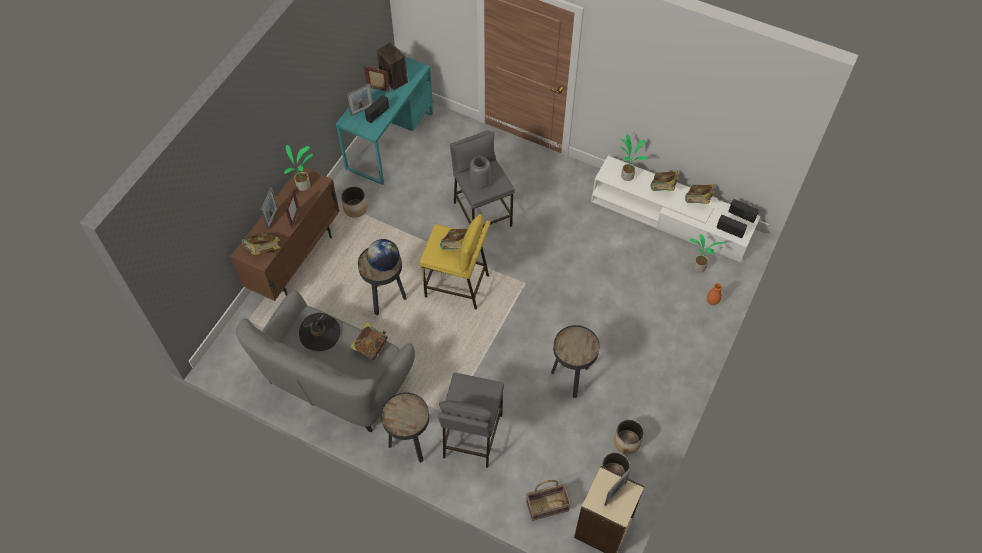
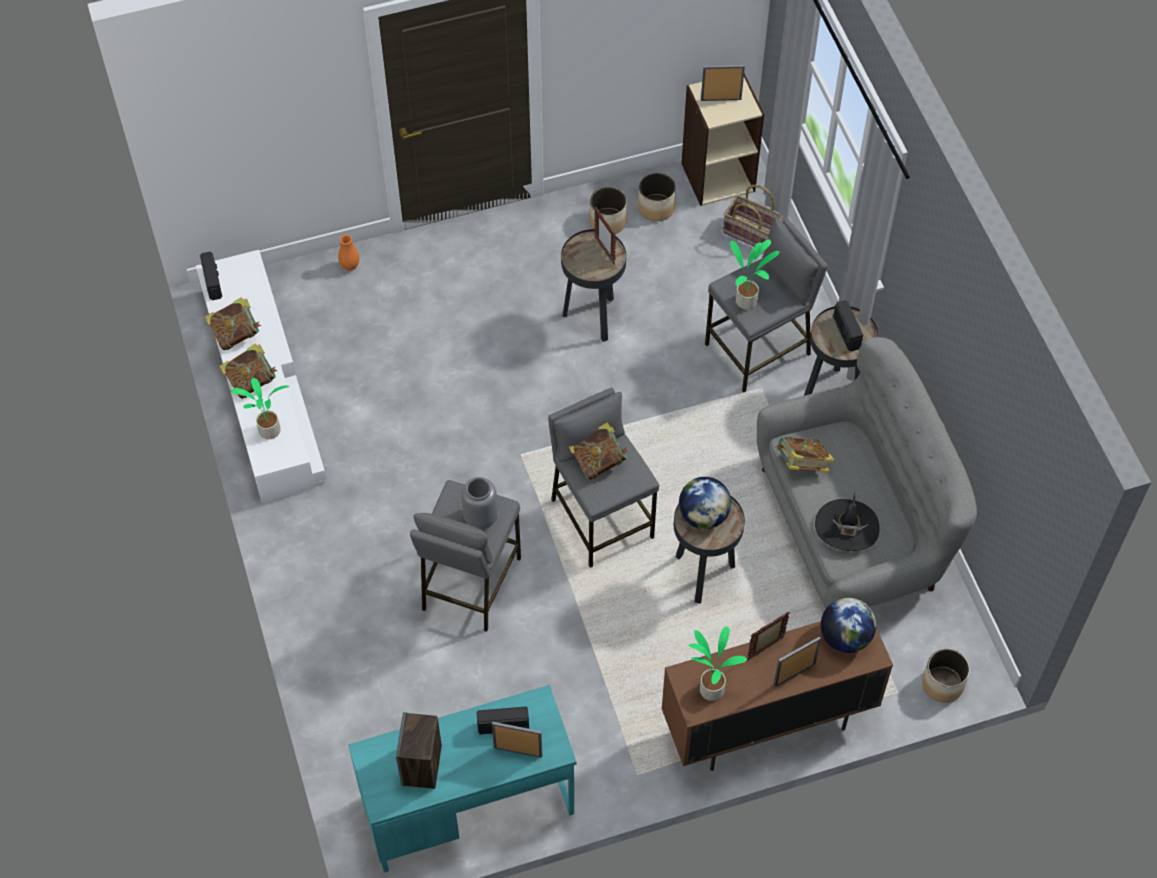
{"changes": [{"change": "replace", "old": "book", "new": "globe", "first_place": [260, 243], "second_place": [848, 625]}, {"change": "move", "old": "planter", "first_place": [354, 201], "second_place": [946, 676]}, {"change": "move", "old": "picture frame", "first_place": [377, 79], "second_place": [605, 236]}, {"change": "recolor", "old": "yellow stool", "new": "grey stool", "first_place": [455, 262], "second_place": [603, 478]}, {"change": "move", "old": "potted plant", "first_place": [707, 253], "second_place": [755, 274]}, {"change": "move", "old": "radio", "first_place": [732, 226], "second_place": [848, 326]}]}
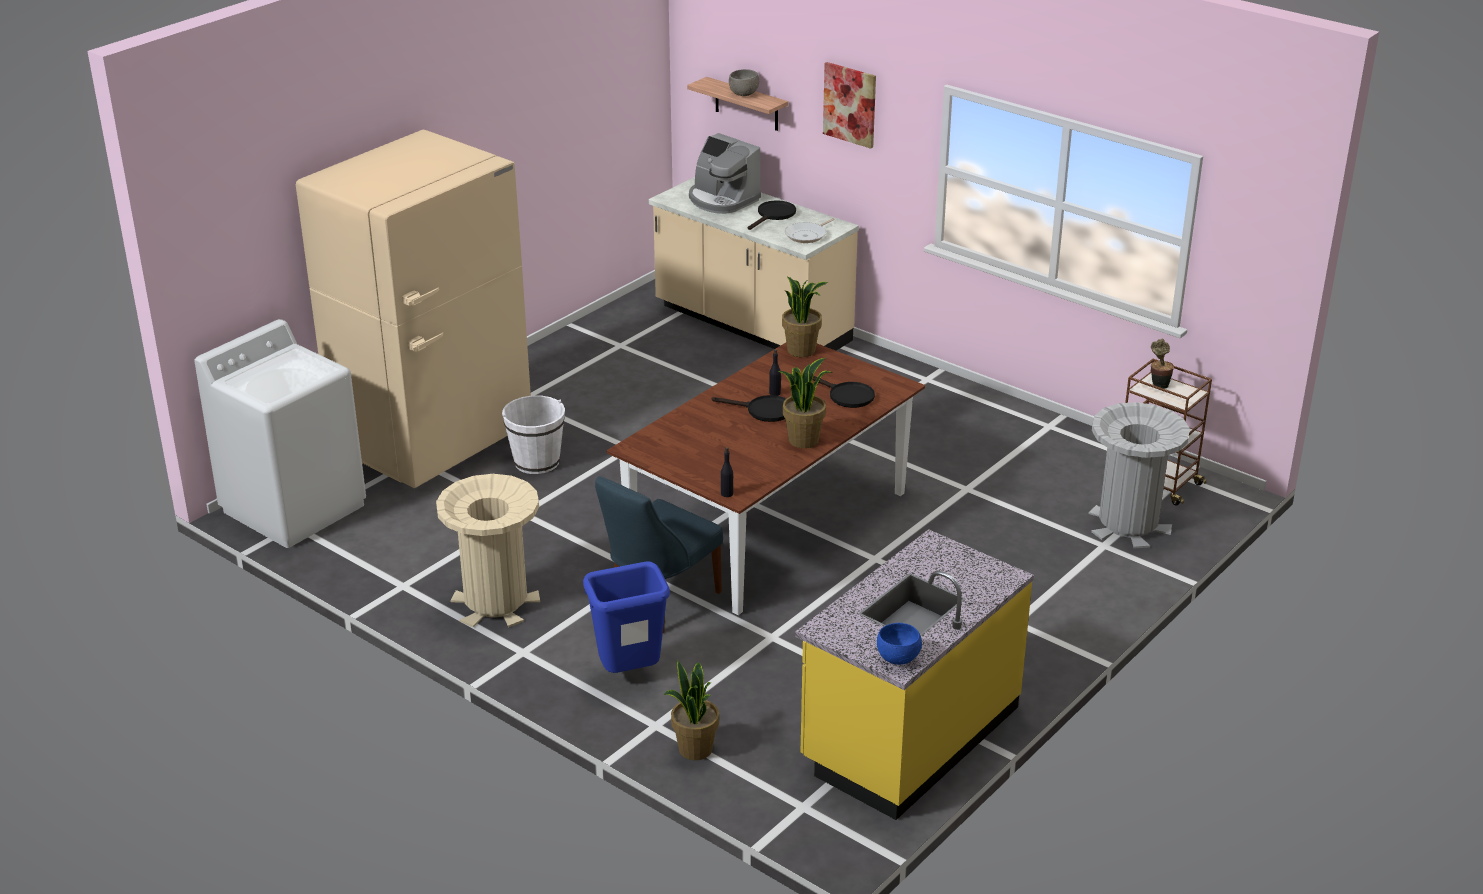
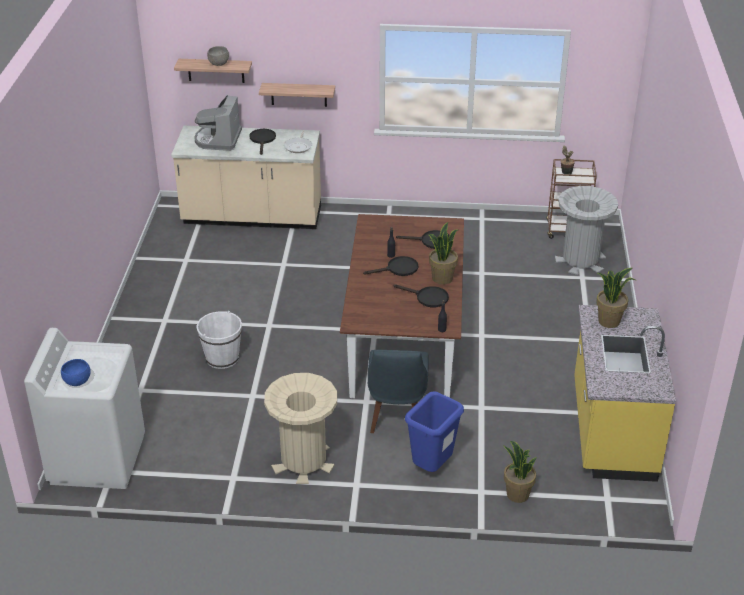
{"changes": [{"change": "delete", "old": "beige fridge", "first_place": [413, 309]}, {"change": "rotate", "old": "coffee machine", "first_place": [725, 173], "second_place": [218, 123], "degrees": 90}, {"change": "move", "old": "potted plant", "first_place": [805, 316], "second_place": [615, 298]}, {"change": "delete", "old": "picture", "first_place": [849, 105]}, {"change": "move", "old": "blue bowl", "first_place": [899, 644], "second_place": [76, 372]}, {"change": "insert", "new": "shelf", "second_place": [297, 95]}, {"change": "insert", "new": "black frying pan", "second_place": [421, 295]}]}
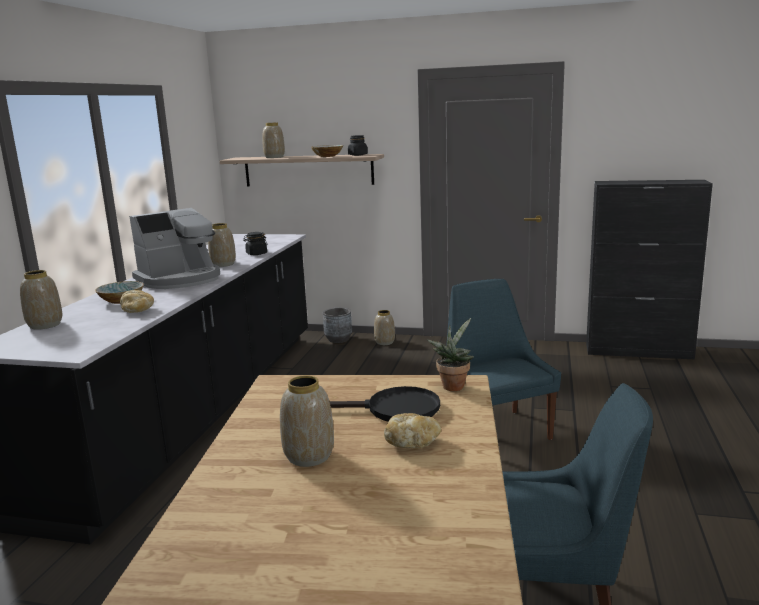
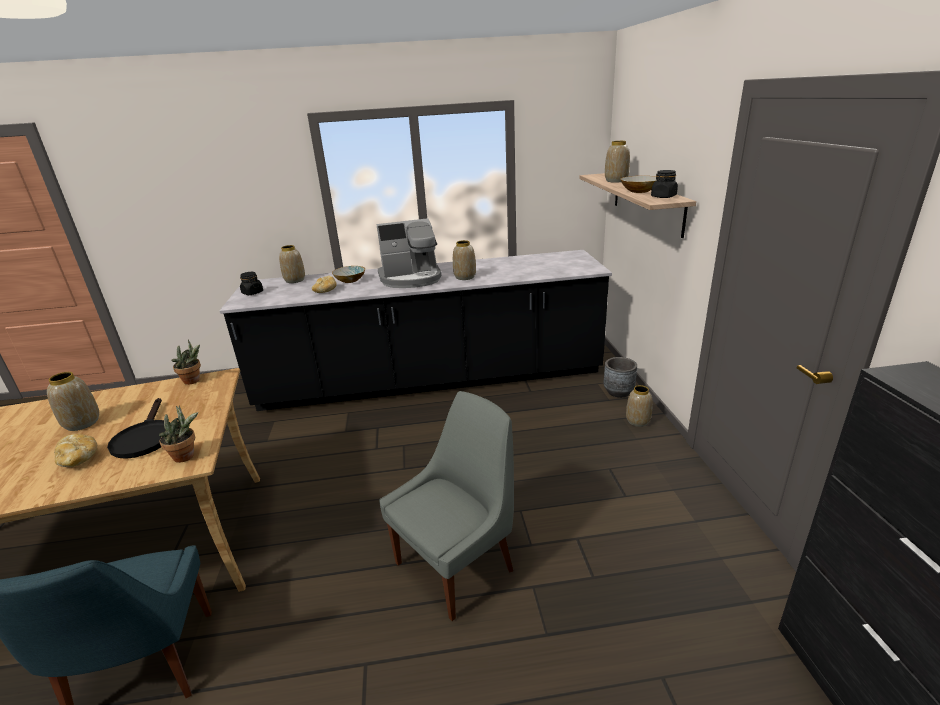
{"changes": [{"change": "rotate", "old": "coffee machine", "first_place": [174, 248], "second_place": [408, 253], "degrees": -45}, {"change": "move", "old": "black jar", "first_place": [255, 243], "second_place": [251, 283]}, {"change": "recolor", "old": "blue chair", "new": "grey chair", "first_place": [503, 359], "second_place": [446, 506]}, {"change": "insert", "new": "potted plant", "second_place": [186, 362]}]}
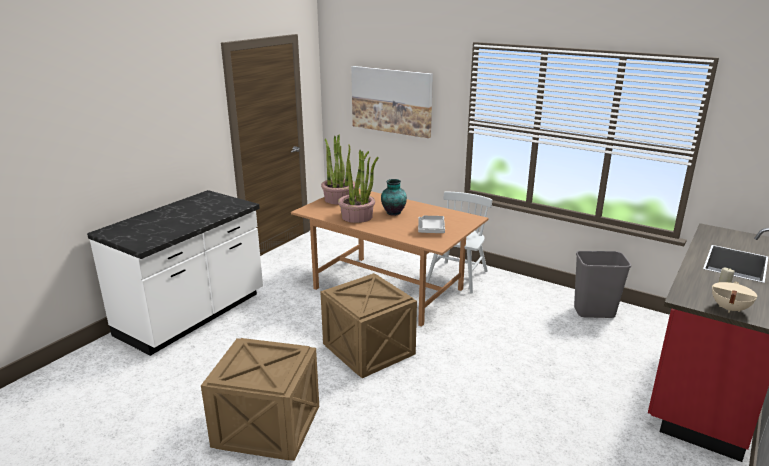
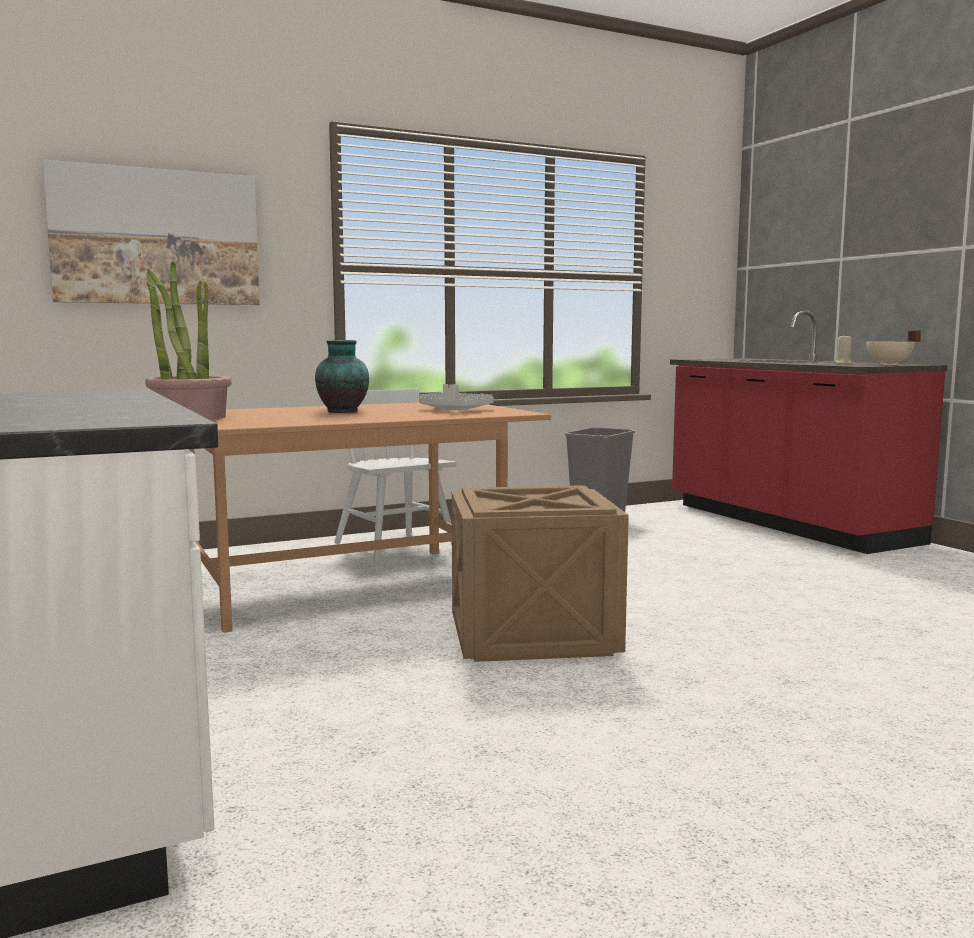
{"changes": [{"change": "delete", "old": "crate", "first_place": [260, 399]}, {"change": "delete", "old": "potted plant", "first_place": [358, 186]}]}
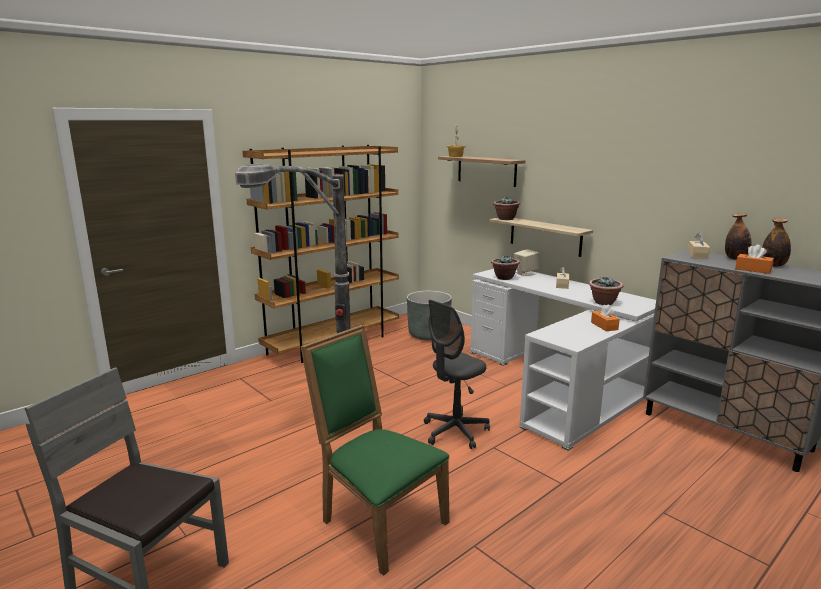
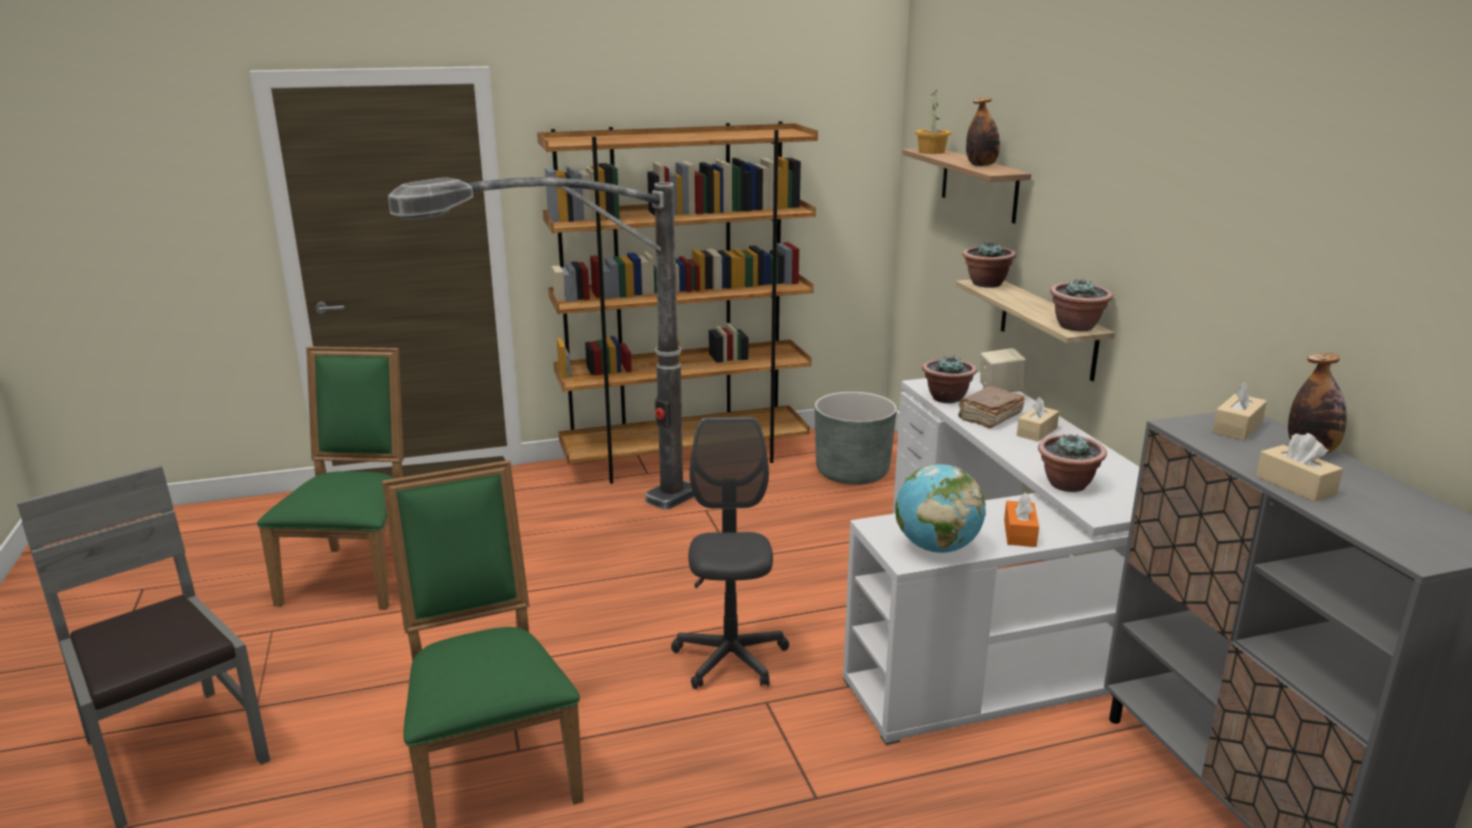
{"changes": [{"change": "rotate", "old": "grey office chair", "first_place": [457, 374], "second_place": [730, 553], "degrees": 105}, {"change": "recolor", "old": "orange tissue box", "new": "beige tissue box", "first_place": [754, 259], "second_place": [1299, 467]}, {"change": "move", "old": "bottle", "first_place": [776, 242], "second_place": [983, 132]}, {"change": "insert", "new": "green chair", "second_place": [330, 478]}, {"change": "insert", "new": "globe", "second_place": [940, 508]}, {"change": "insert", "new": "brown book", "second_place": [991, 407]}, {"change": "insert", "new": "potted plant", "second_place": [1081, 304]}]}
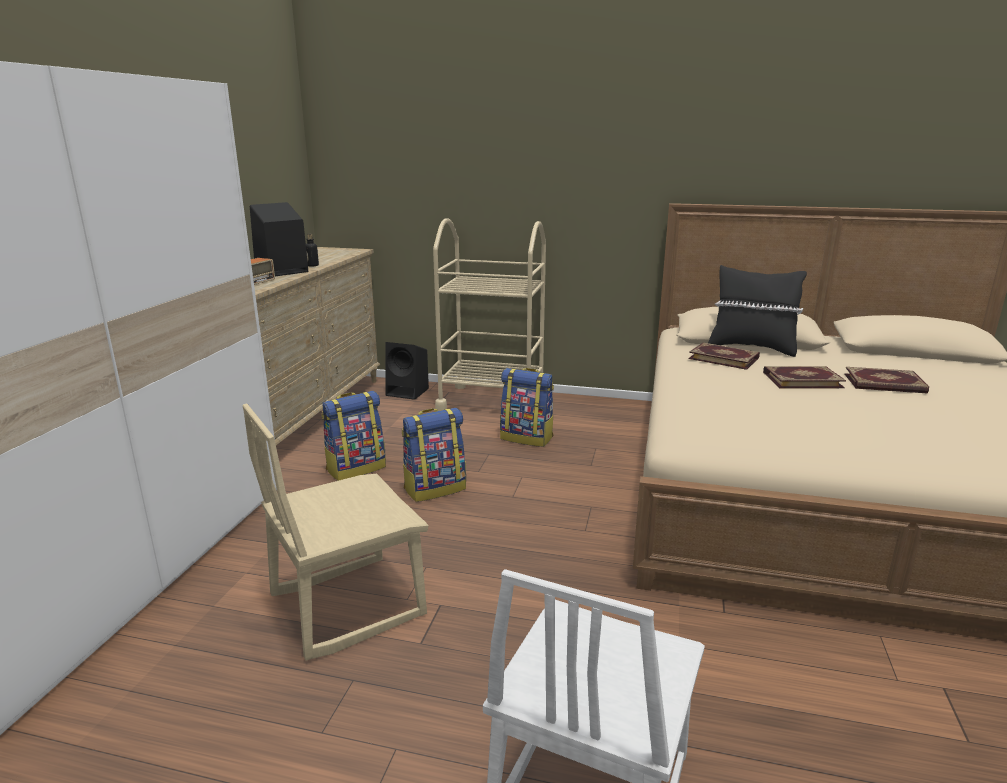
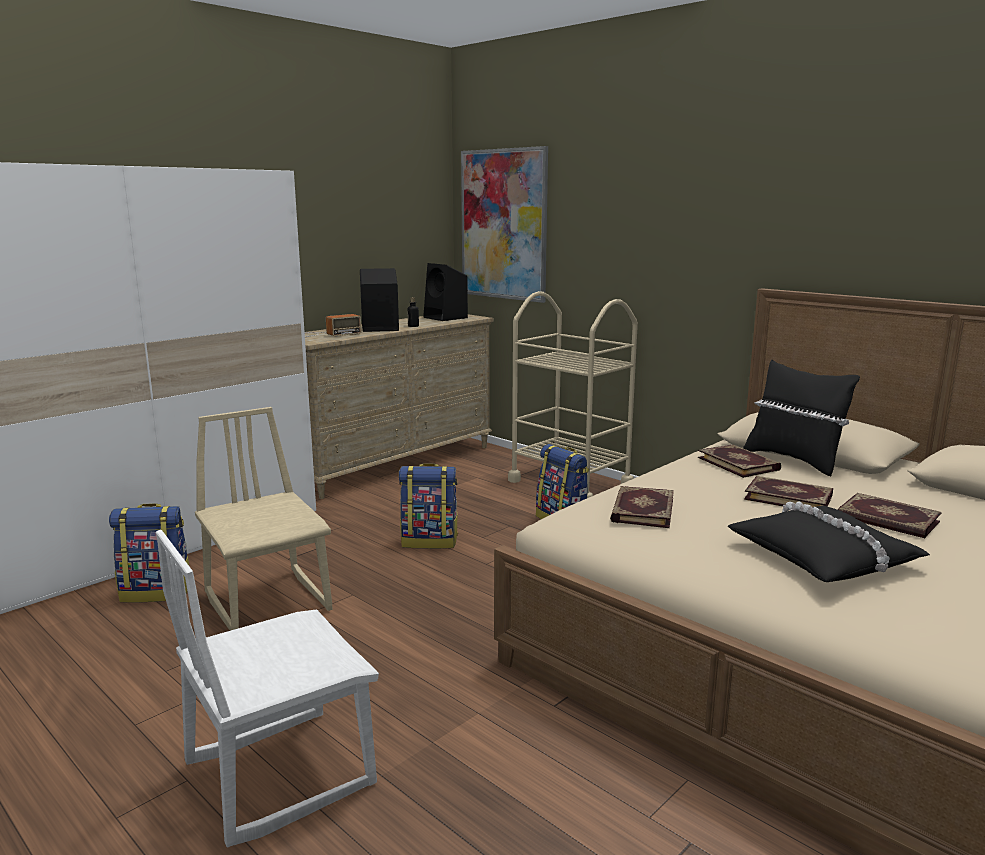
{"changes": [{"change": "rotate", "old": "beige chair", "first_place": [335, 532], "second_place": [263, 519], "degrees": 60}, {"change": "move", "old": "backpack", "first_place": [354, 436], "second_place": [149, 553]}, {"change": "move", "old": "black speaker", "first_place": [407, 371], "second_place": [445, 292]}, {"change": "insert", "new": "picture", "second_place": [504, 224]}, {"change": "insert", "new": "book", "second_place": [642, 507]}, {"change": "insert", "new": "black pillow", "second_place": [829, 542]}]}
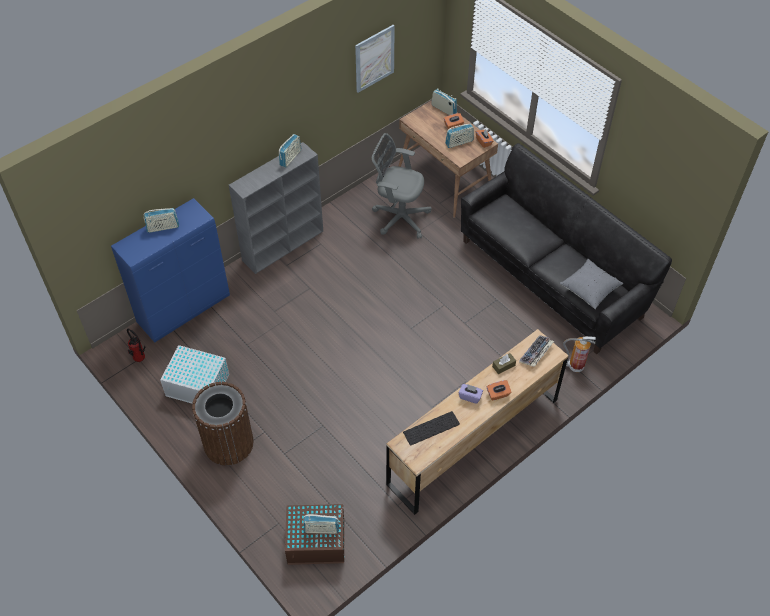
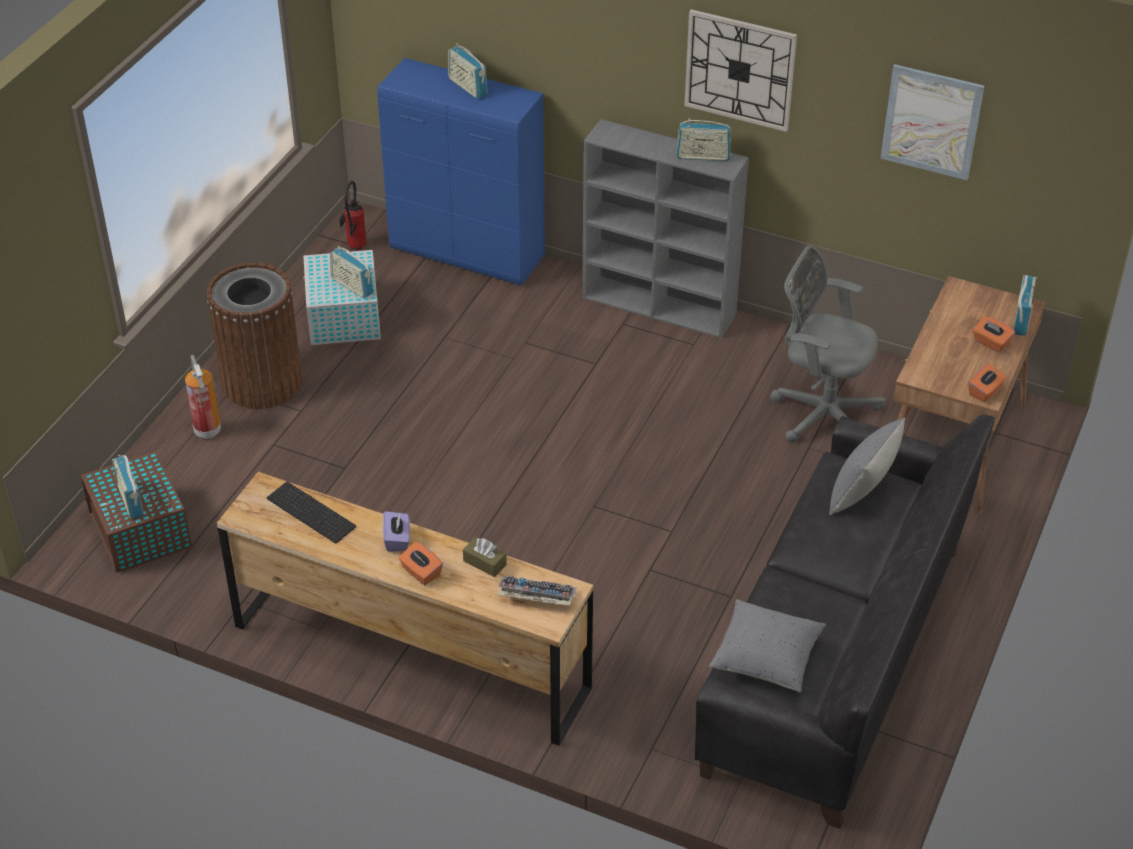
{"changes": [{"change": "rotate", "old": "grey office chair", "first_place": [402, 185], "second_place": [828, 344], "degrees": -60}, {"change": "move", "old": "radio", "first_place": [459, 135], "second_place": [352, 272]}, {"change": "move", "old": "fire extinguisher", "first_place": [579, 354], "second_place": [203, 397]}, {"change": "insert", "new": "wall clock", "second_place": [740, 70]}, {"change": "insert", "new": "grey pillow", "second_place": [867, 466]}]}
